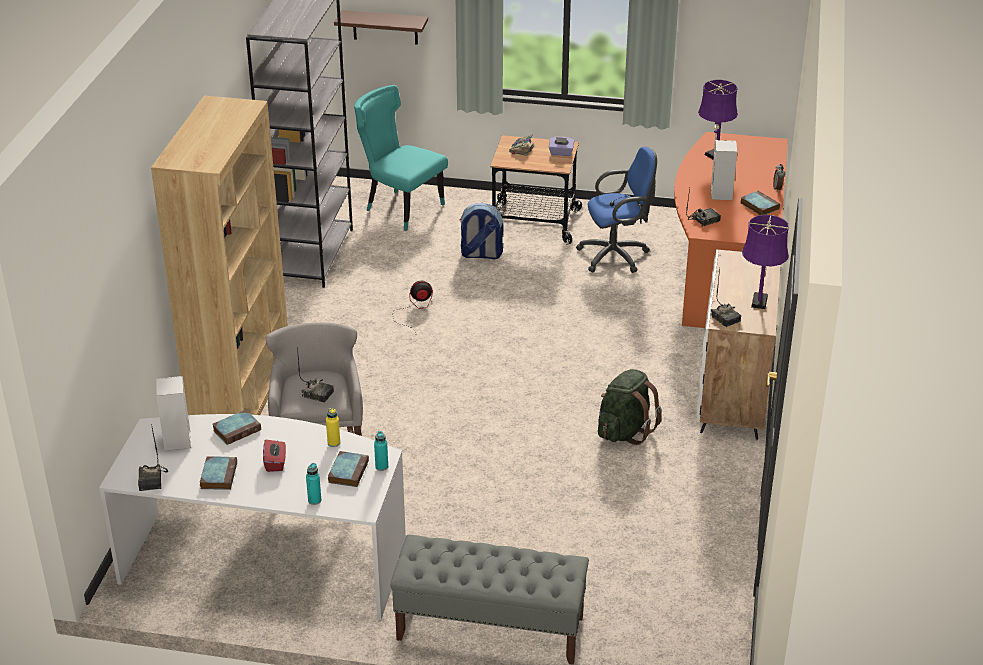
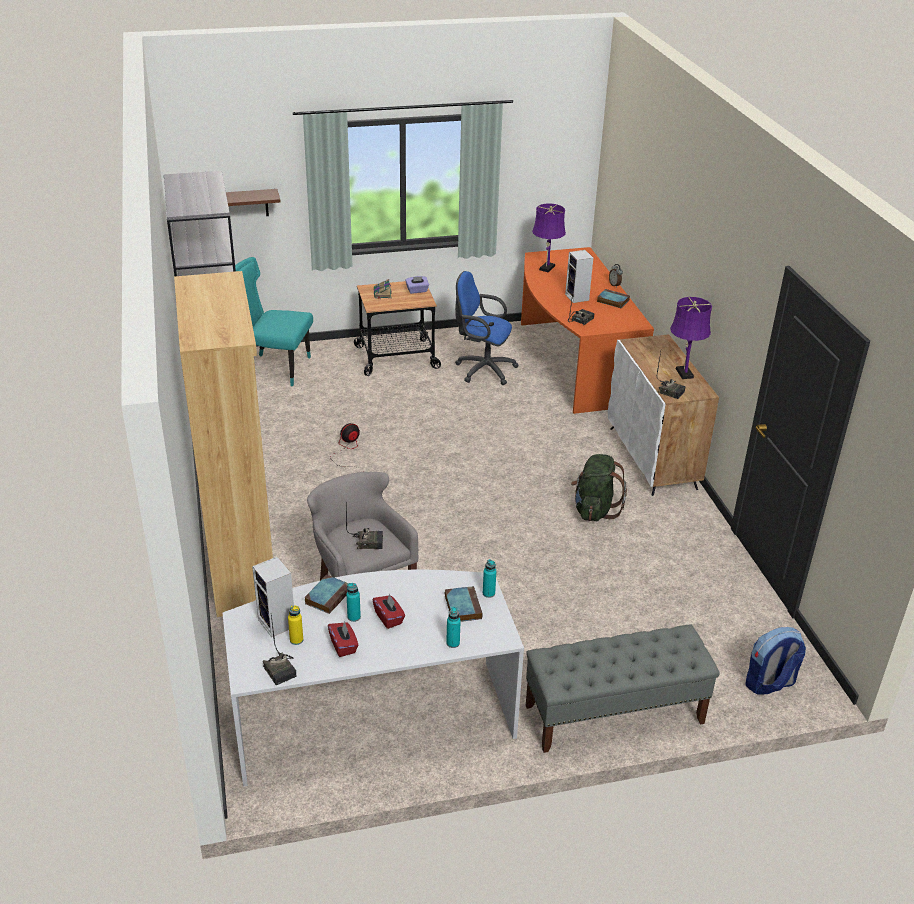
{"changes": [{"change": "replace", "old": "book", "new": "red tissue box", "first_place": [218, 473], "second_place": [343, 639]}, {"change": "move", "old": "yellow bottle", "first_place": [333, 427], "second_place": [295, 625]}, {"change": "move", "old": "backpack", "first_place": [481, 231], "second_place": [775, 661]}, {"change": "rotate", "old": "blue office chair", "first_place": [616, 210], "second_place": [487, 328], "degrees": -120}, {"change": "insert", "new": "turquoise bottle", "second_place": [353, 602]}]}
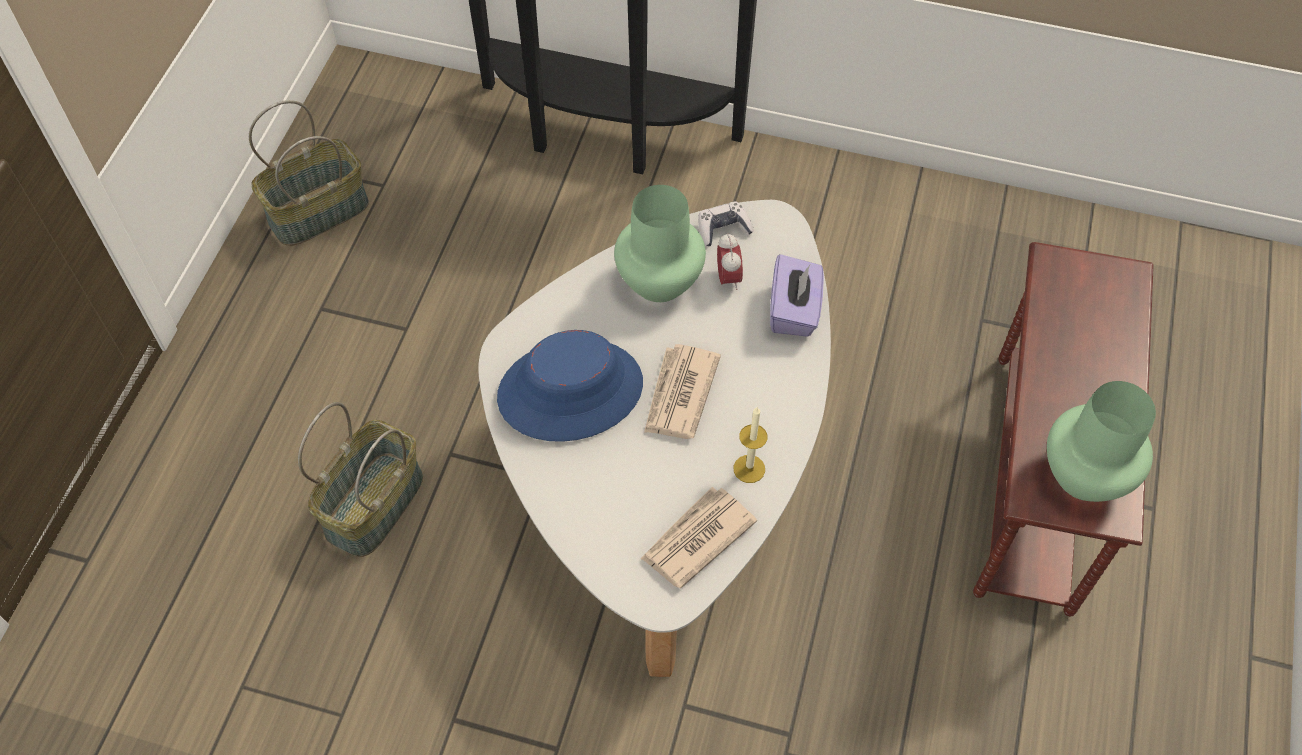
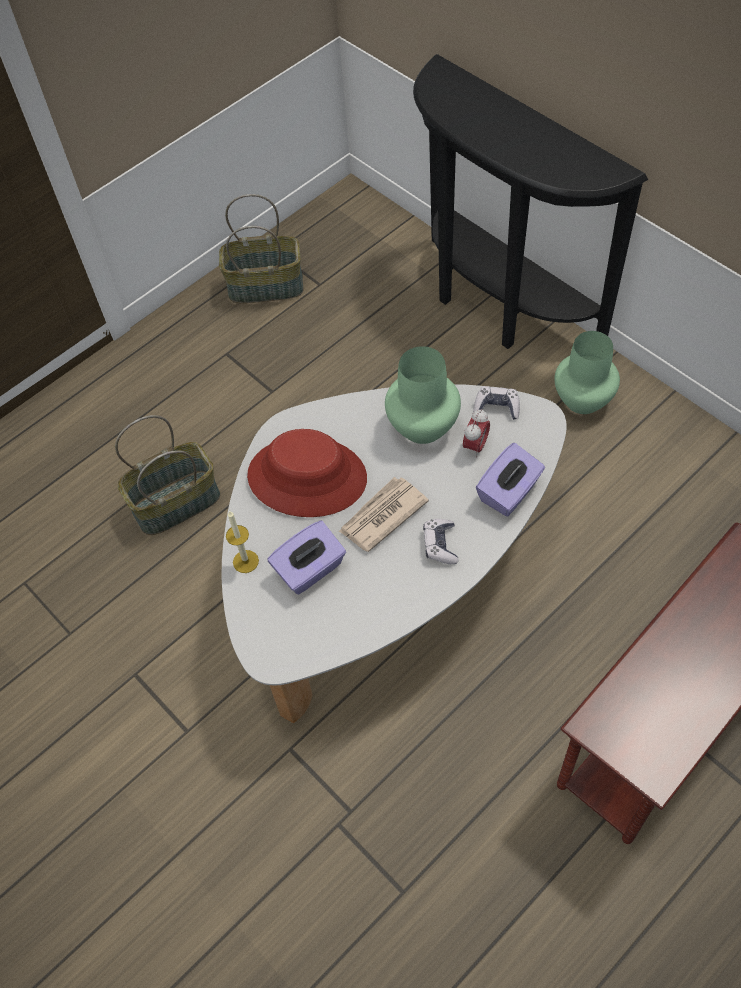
{"changes": [{"change": "recolor", "old": "blue hat", "new": "red hat", "first_place": [570, 386], "second_place": [307, 473]}, {"change": "delete", "old": "newspaper", "first_place": [699, 538]}, {"change": "move", "old": "candle", "first_place": [751, 445], "second_place": [242, 542]}, {"change": "move", "old": "green vase", "first_place": [1101, 441], "second_place": [587, 372]}, {"change": "insert", "new": "purple tissue box", "second_place": [307, 557]}, {"change": "insert", "new": "game controller", "second_place": [440, 541]}]}
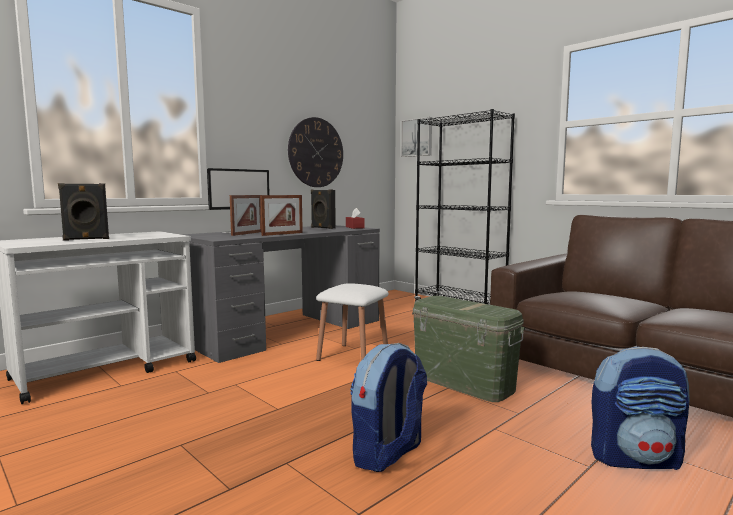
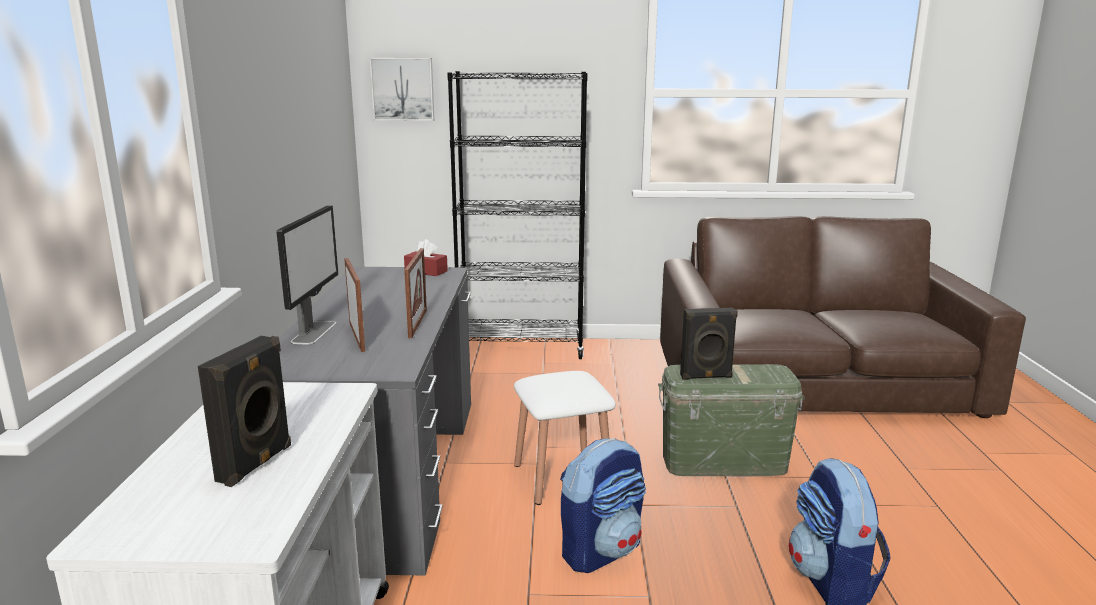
{"changes": [{"change": "delete", "old": "wall clock", "first_place": [315, 152]}, {"change": "move", "old": "black speaker", "first_place": [323, 209], "second_place": [709, 343]}, {"change": "move", "old": "backpack", "first_place": [640, 408], "second_place": [603, 505]}]}
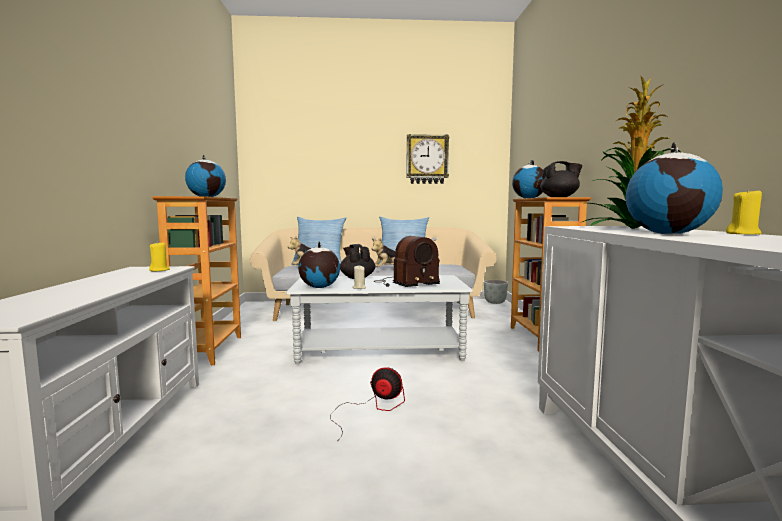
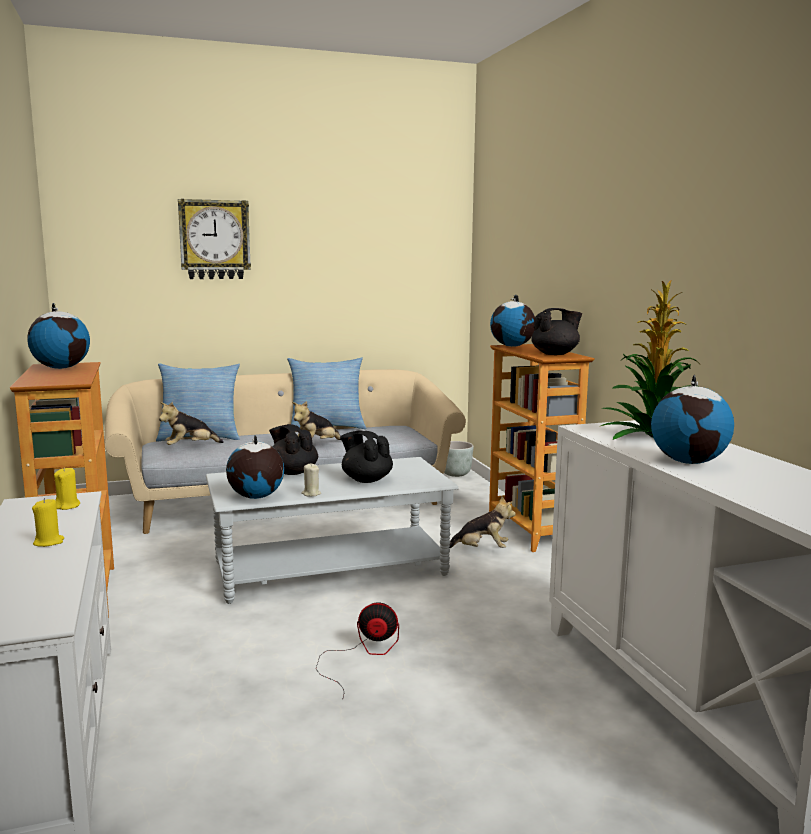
{"changes": [{"change": "replace", "old": "radio", "new": "black teapot", "first_place": [407, 261], "second_place": [366, 456]}, {"change": "move", "old": "wall clock", "first_place": [428, 159], "second_place": [214, 239]}, {"change": "move", "old": "yellow candle", "first_place": [744, 211], "second_place": [48, 522]}, {"change": "insert", "new": "plush toy", "second_place": [482, 522]}]}
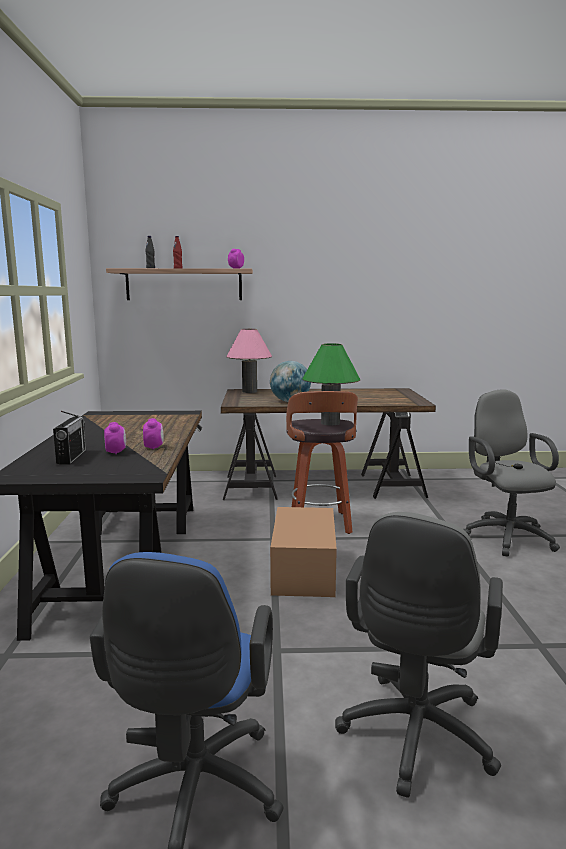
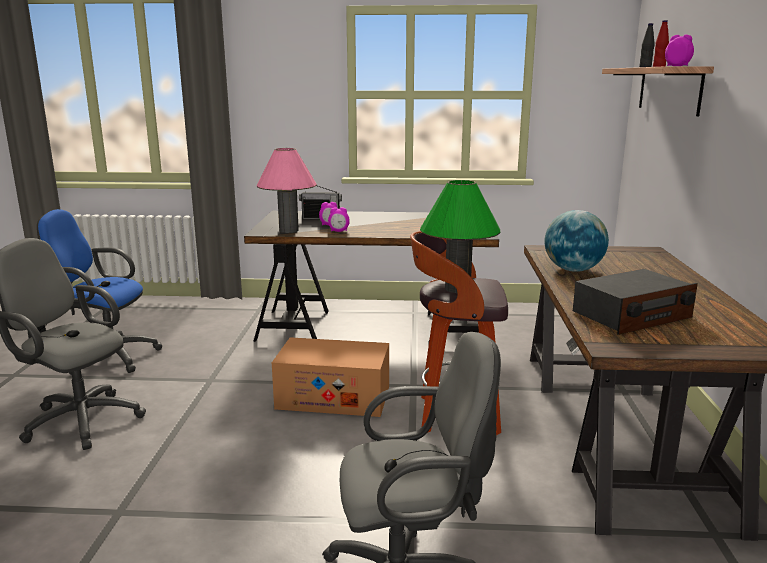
{"changes": [{"change": "move", "old": "pink table lamp", "first_place": [249, 361], "second_place": [287, 190]}, {"change": "insert", "new": "radio", "second_place": [635, 302]}]}
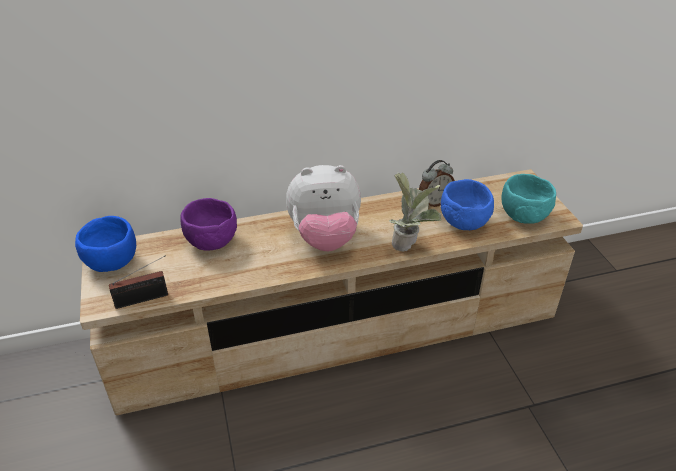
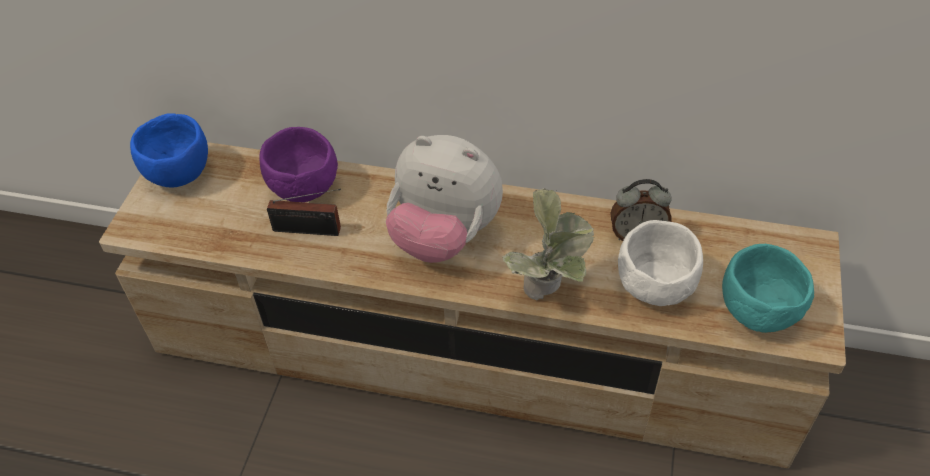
{"changes": [{"change": "move", "old": "radio", "first_place": [138, 282], "second_place": [304, 212]}, {"change": "recolor", "old": "blue bowl", "new": "white bowl", "first_place": [467, 204], "second_place": [660, 263]}]}
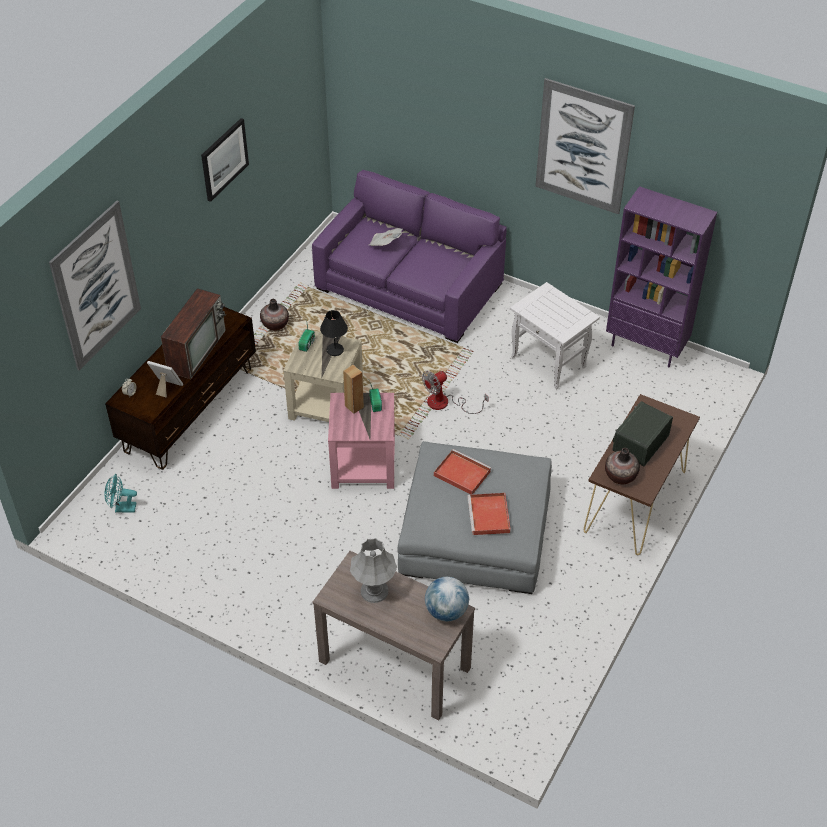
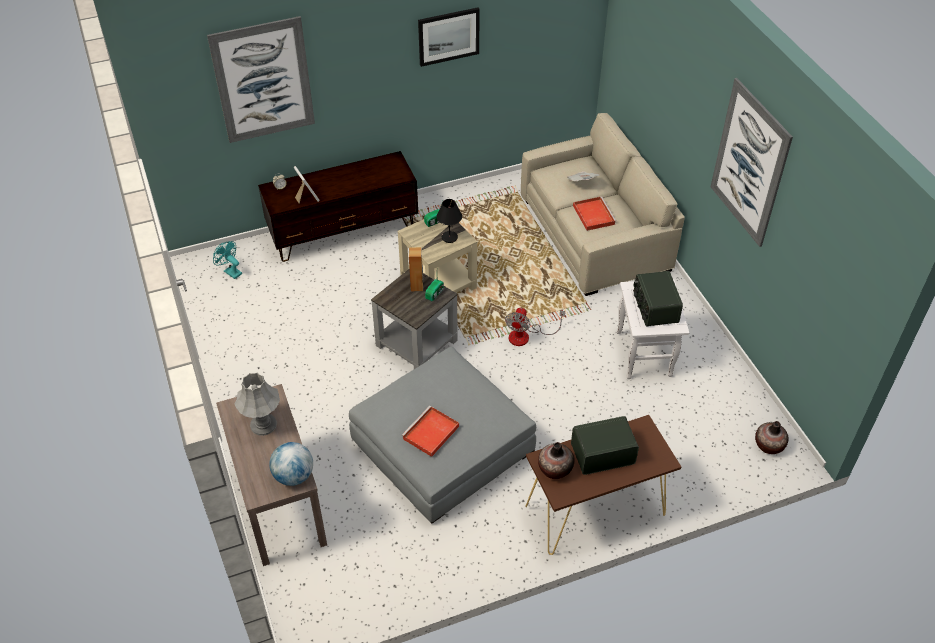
{"changes": [{"change": "delete", "old": "television", "first_place": [193, 333]}, {"change": "move", "old": "vase", "first_place": [274, 315], "second_place": [772, 437]}, {"change": "recolor", "old": "purple sofa", "new": "beige sofa", "first_place": [409, 256], "second_place": [603, 204]}, {"change": "recolor", "old": "pink side table", "new": "grey side table", "first_place": [361, 441], "second_place": [414, 319]}, {"change": "rotate", "old": "fan", "first_place": [455, 392], "second_place": [535, 327], "degrees": -75}, {"change": "move", "old": "red tray", "first_place": [462, 472], "second_place": [595, 214]}, {"change": "delete", "old": "purple bookcase", "first_place": [661, 276]}, {"change": "insert", "new": "radio", "second_place": [658, 299]}]}
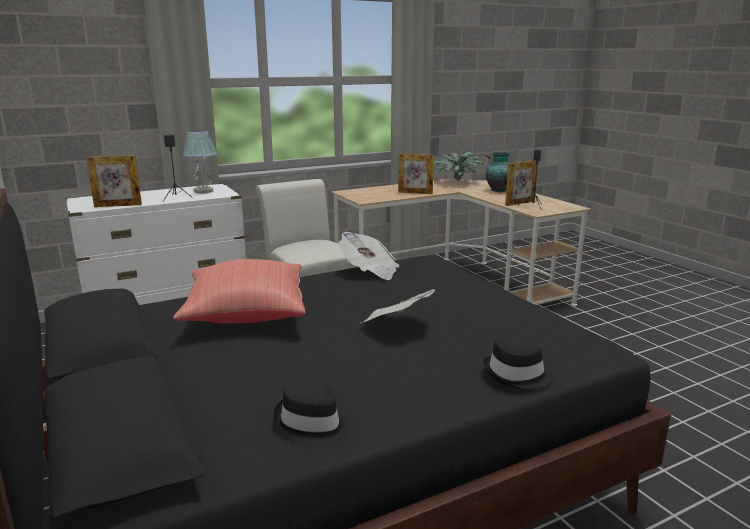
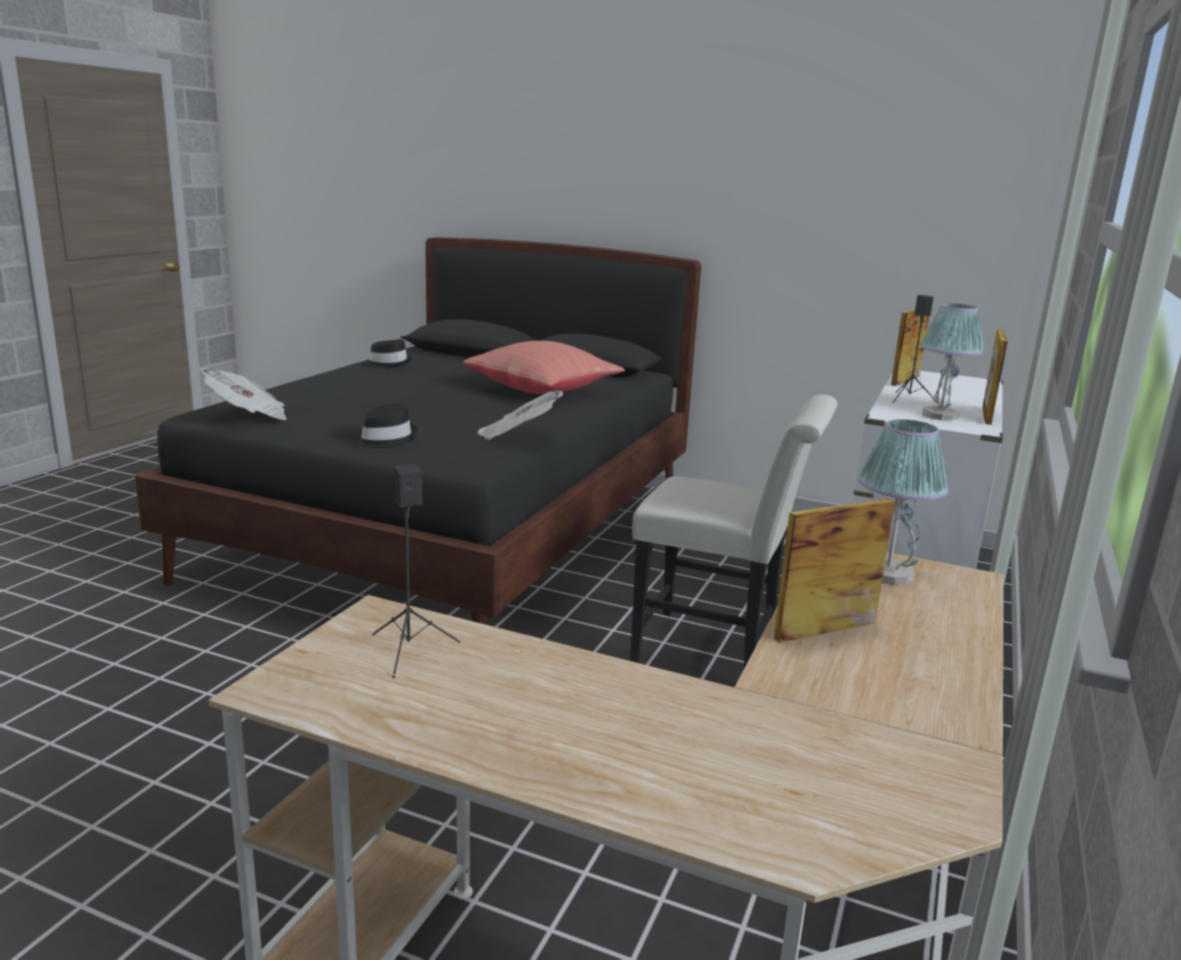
{"changes": [{"change": "move", "old": "newspaper", "first_place": [398, 306], "second_place": [243, 394]}, {"change": "delete", "old": "potted plant", "first_place": [462, 166]}, {"change": "move", "old": "black hat", "first_place": [518, 362], "second_place": [385, 426]}, {"change": "delete", "old": "vase", "first_place": [497, 172]}, {"change": "move", "old": "picture frame", "first_place": [521, 183], "second_place": [995, 377]}, {"change": "insert", "new": "table lamp", "second_place": [903, 502]}]}
